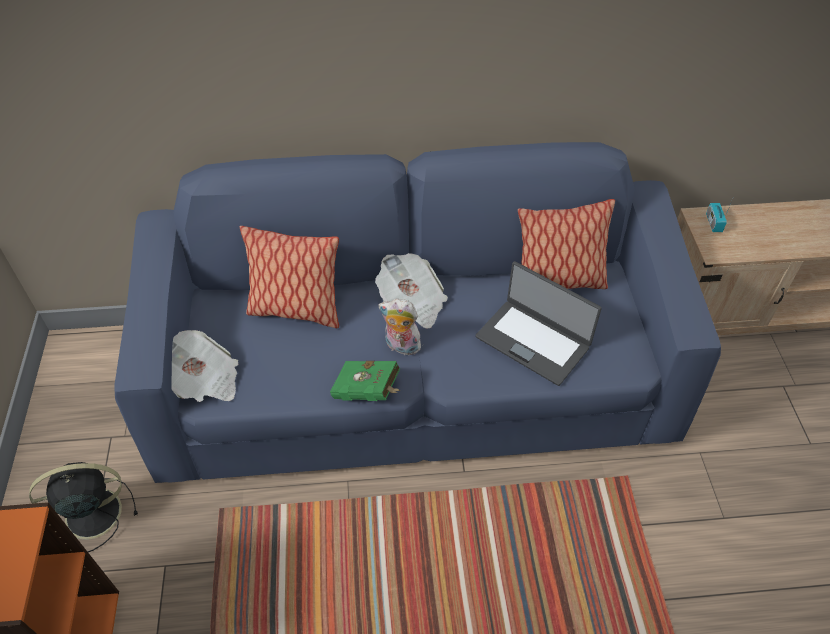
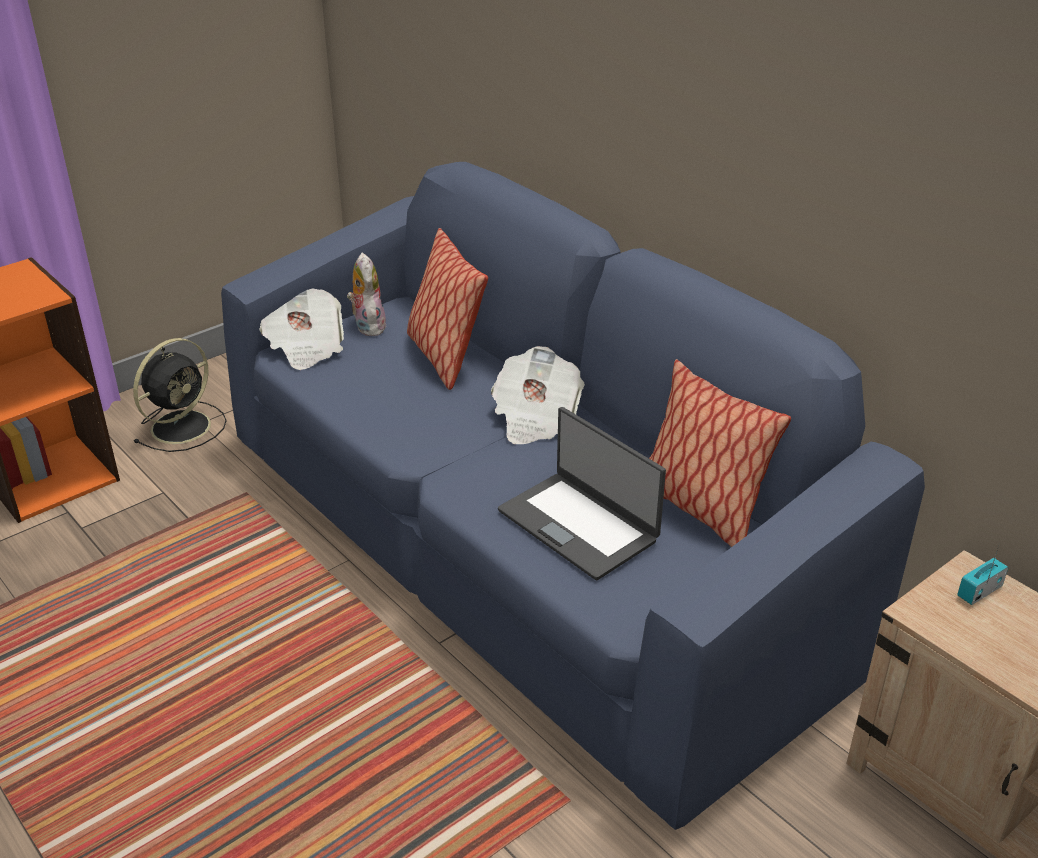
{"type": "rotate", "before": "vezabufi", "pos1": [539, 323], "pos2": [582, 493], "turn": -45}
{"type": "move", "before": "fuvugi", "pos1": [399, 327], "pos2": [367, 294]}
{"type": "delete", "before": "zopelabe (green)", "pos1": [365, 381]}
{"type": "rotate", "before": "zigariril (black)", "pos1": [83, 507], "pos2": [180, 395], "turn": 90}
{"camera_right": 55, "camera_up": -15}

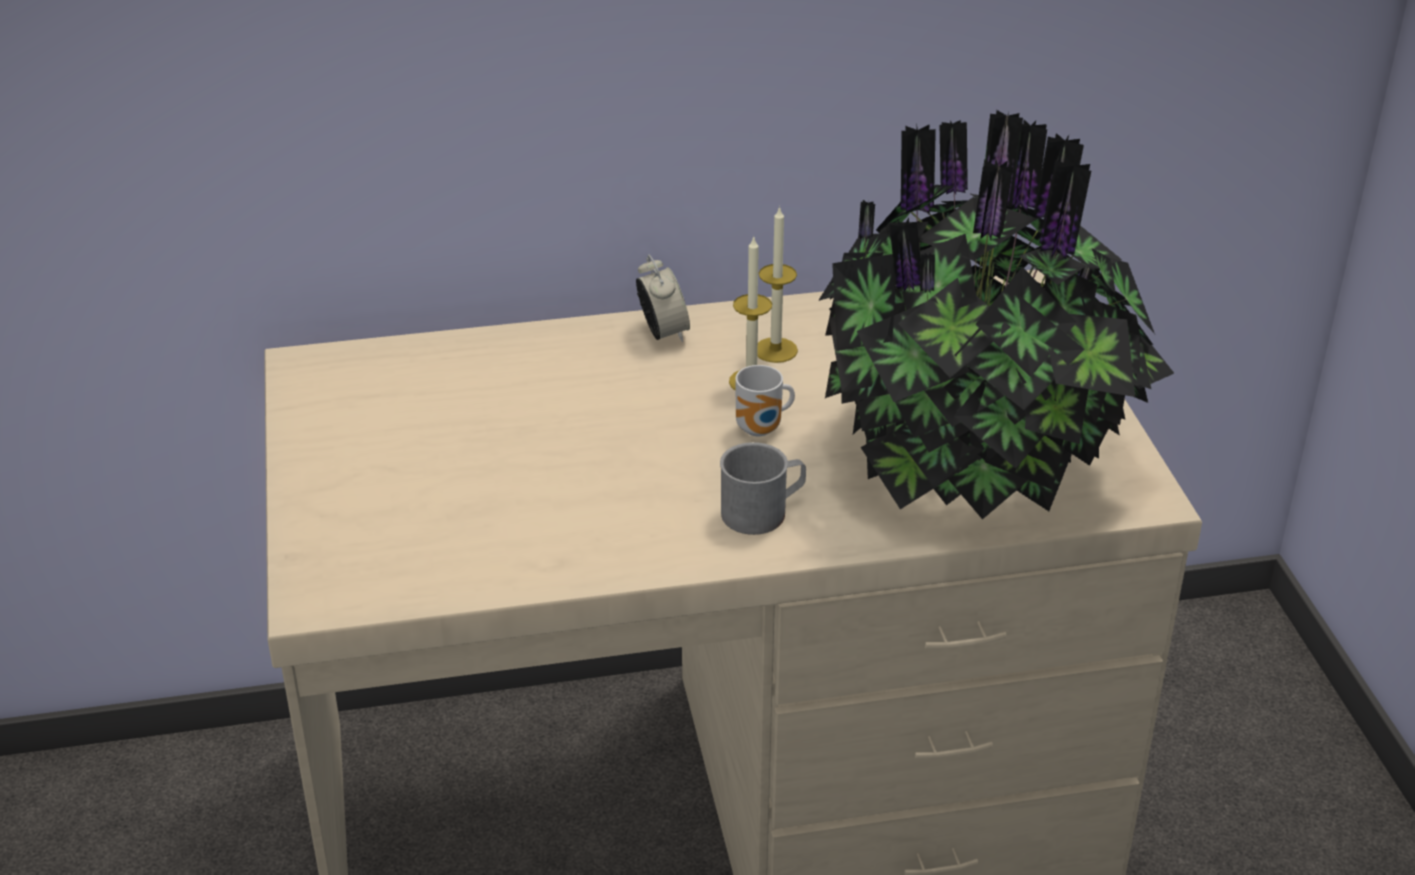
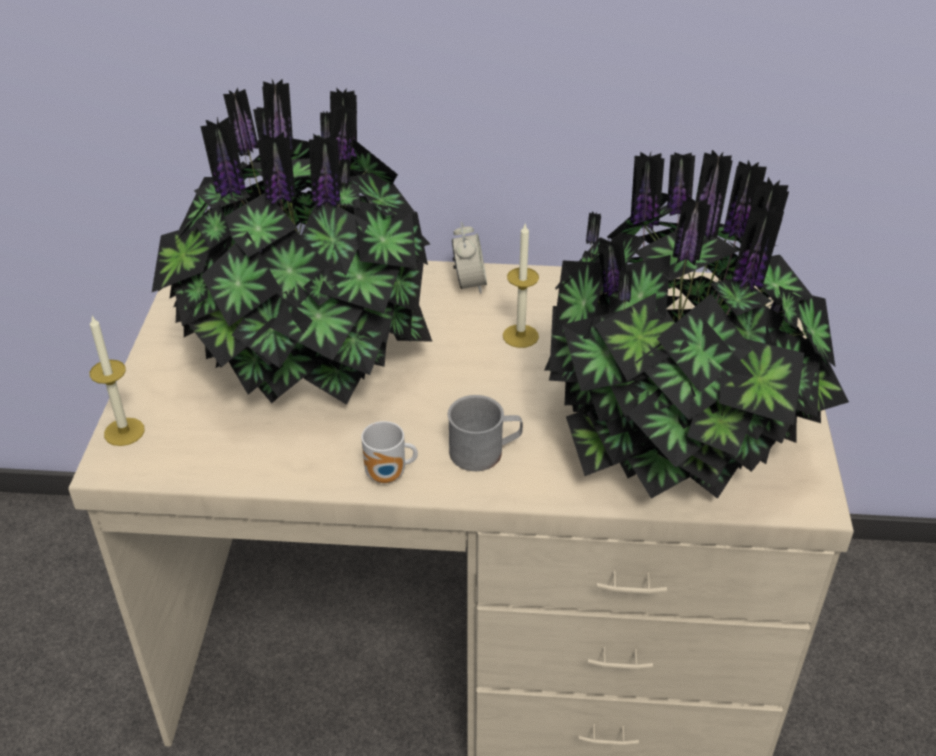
{"type": "move", "before": "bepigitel", "pos1": [777, 284], "pos2": [117, 381]}
{"type": "move", "before": "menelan", "pos1": [765, 400], "pos2": [389, 452]}
{"type": "insert", "after": "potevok", "pos2": [292, 242]}
{"camera_right": 15, "camera_up": 5}

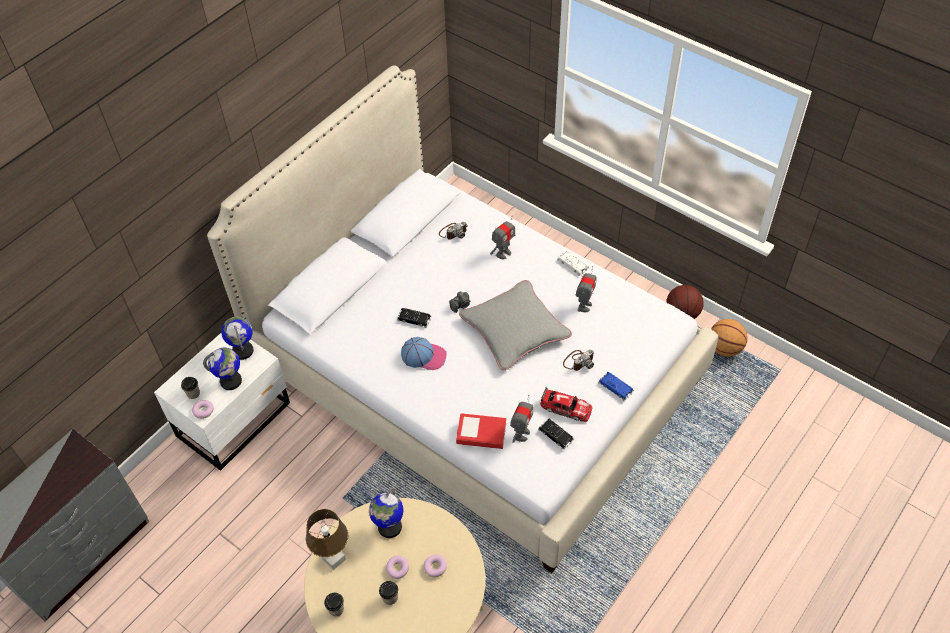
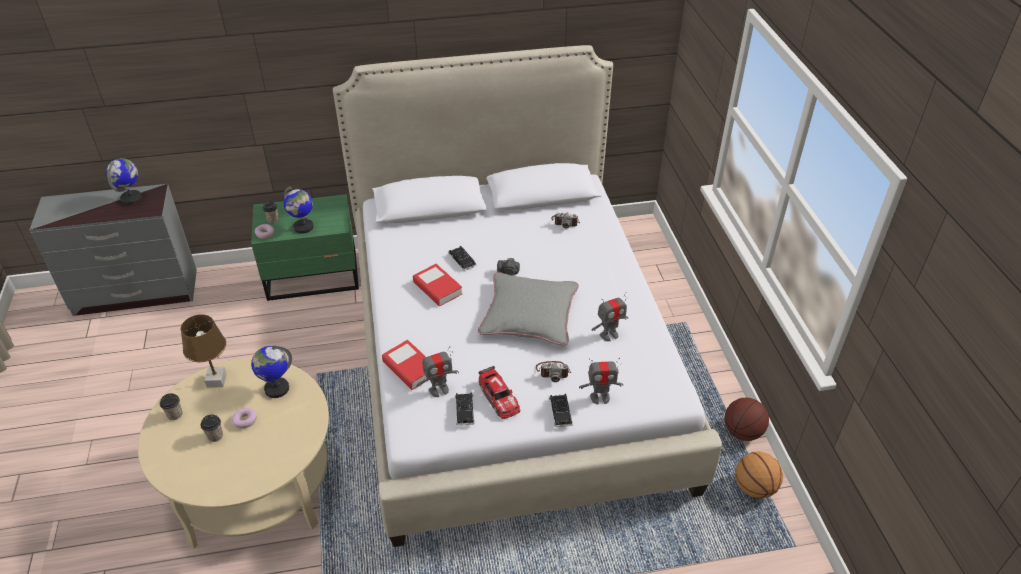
{"type": "move", "before": "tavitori", "pos1": [502, 237], "pos2": [601, 381]}
{"type": "delete", "before": "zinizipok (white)", "pos1": [573, 263]}
{"type": "move", "before": "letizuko", "pos1": [237, 338], "pos2": [124, 181]}
{"type": "recolor", "before": "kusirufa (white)", "after": "kusirufa (green)", "pos1": [222, 402], "pos2": [305, 247]}
{"type": "replace", "before": "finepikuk", "after": "zopelabe", "pos1": [424, 353], "pos2": [437, 285]}
{"type": "recolor", "before": "zinizipok (blue)", "after": "zinizipok (black)", "pos1": [616, 386], "pos2": [561, 410]}
{"type": "delete", "before": "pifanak", "pos1": [435, 566]}
{"camera_right": 40, "camera_up": -10}

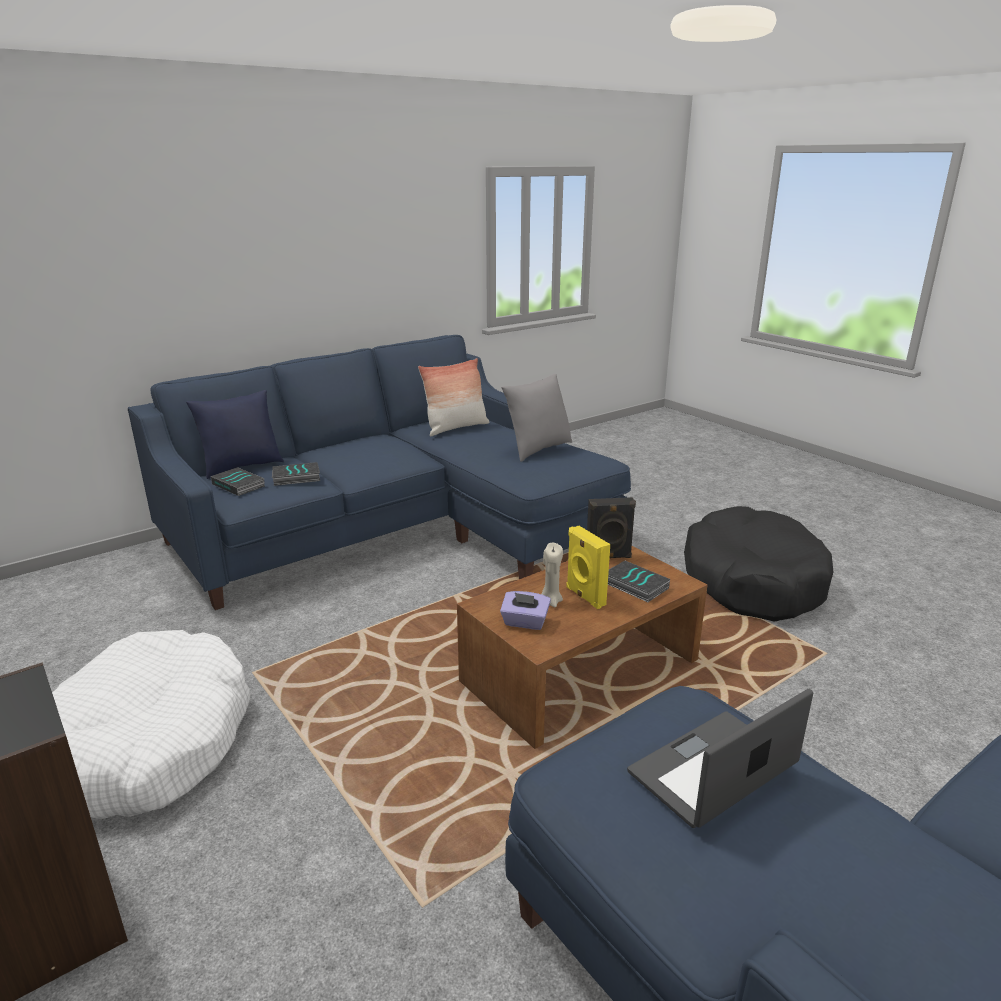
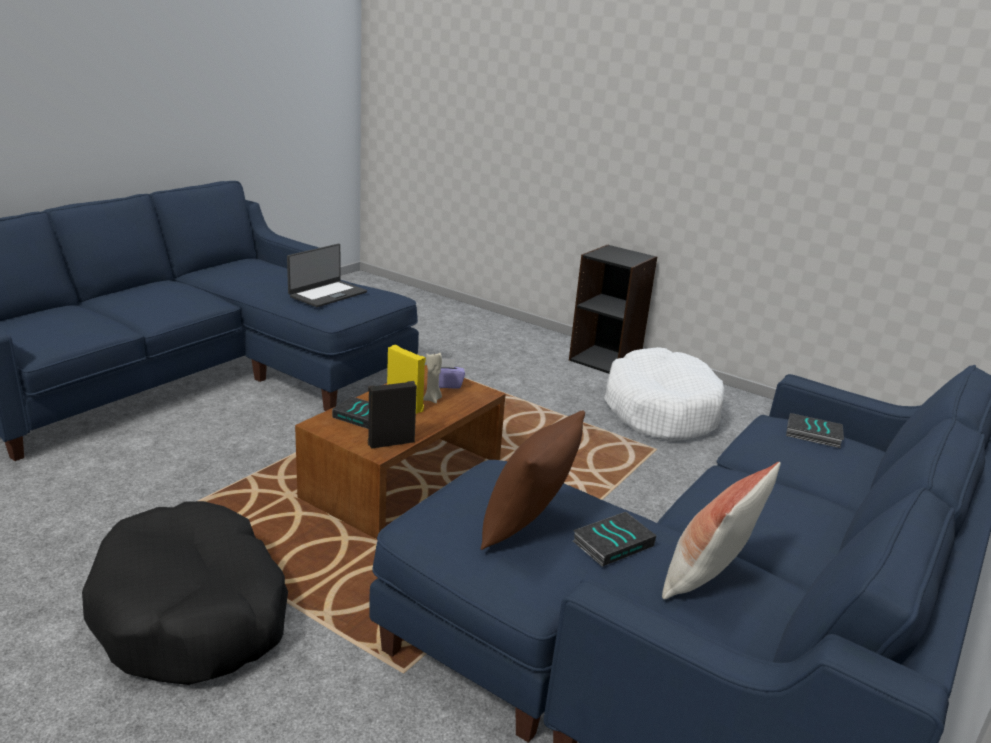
{"type": "recolor", "before": "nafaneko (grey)", "after": "nafaneko (brown)", "pos1": [536, 418], "pos2": [533, 480]}
{"type": "delete", "before": "nafaneko (blue)", "pos1": [235, 434]}
{"type": "move", "before": "zopelabe", "pos1": [296, 474], "pos2": [614, 539]}
{"camera_right": 160, "camera_up": 0}

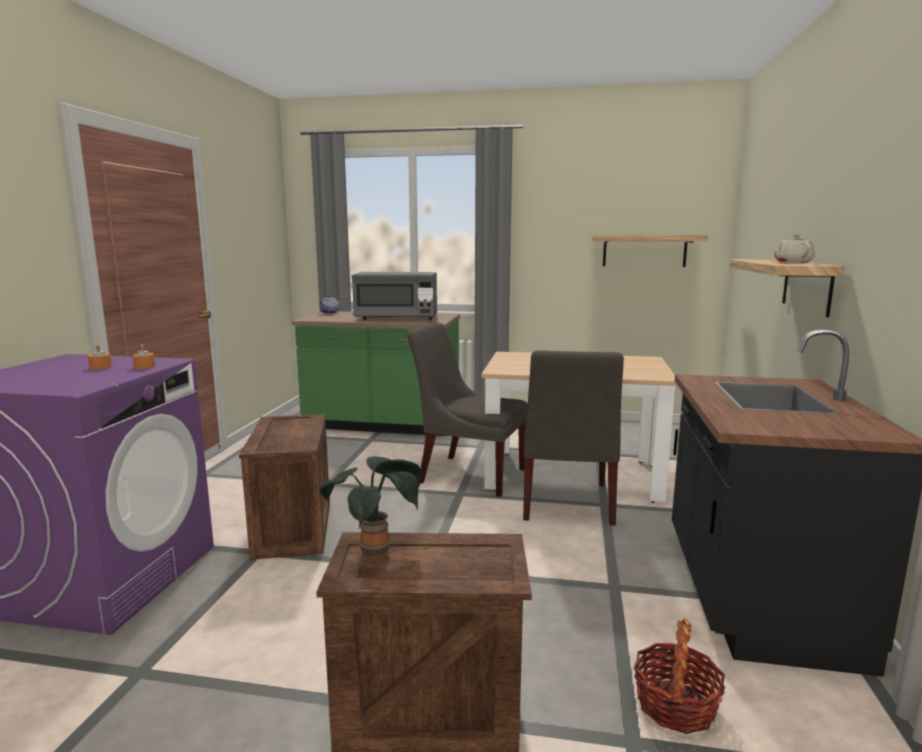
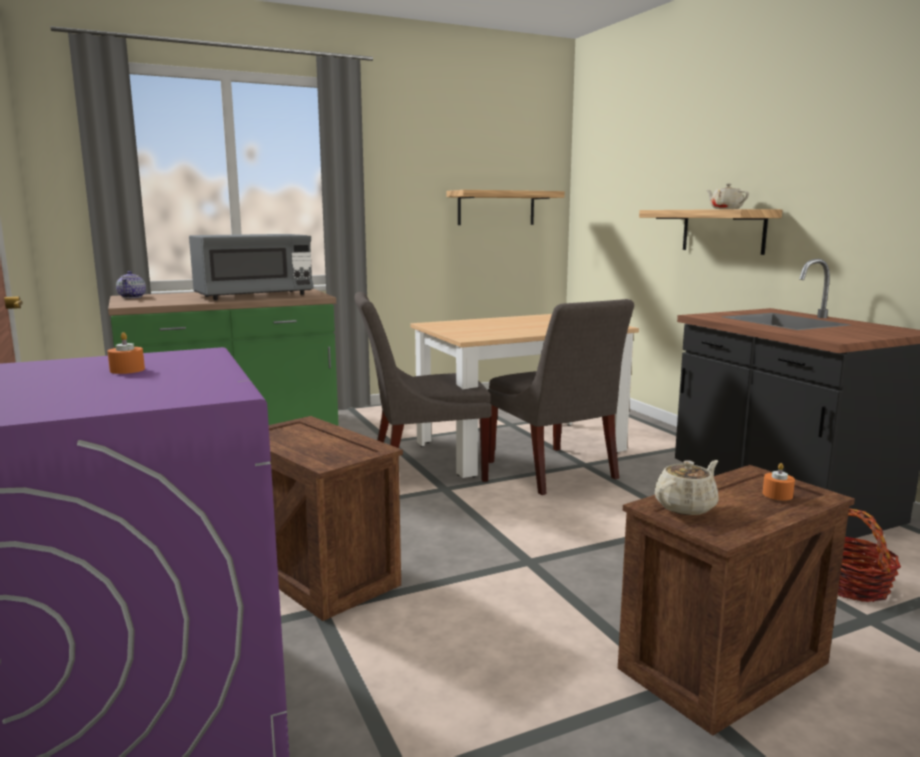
{"type": "move", "before": "bepigitel (orange)", "pos1": [143, 356], "pos2": [779, 481]}
{"type": "replace", "before": "potevok", "after": "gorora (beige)", "pos1": [371, 506], "pos2": [687, 487]}
{"camera_right": -35, "camera_up": 0}

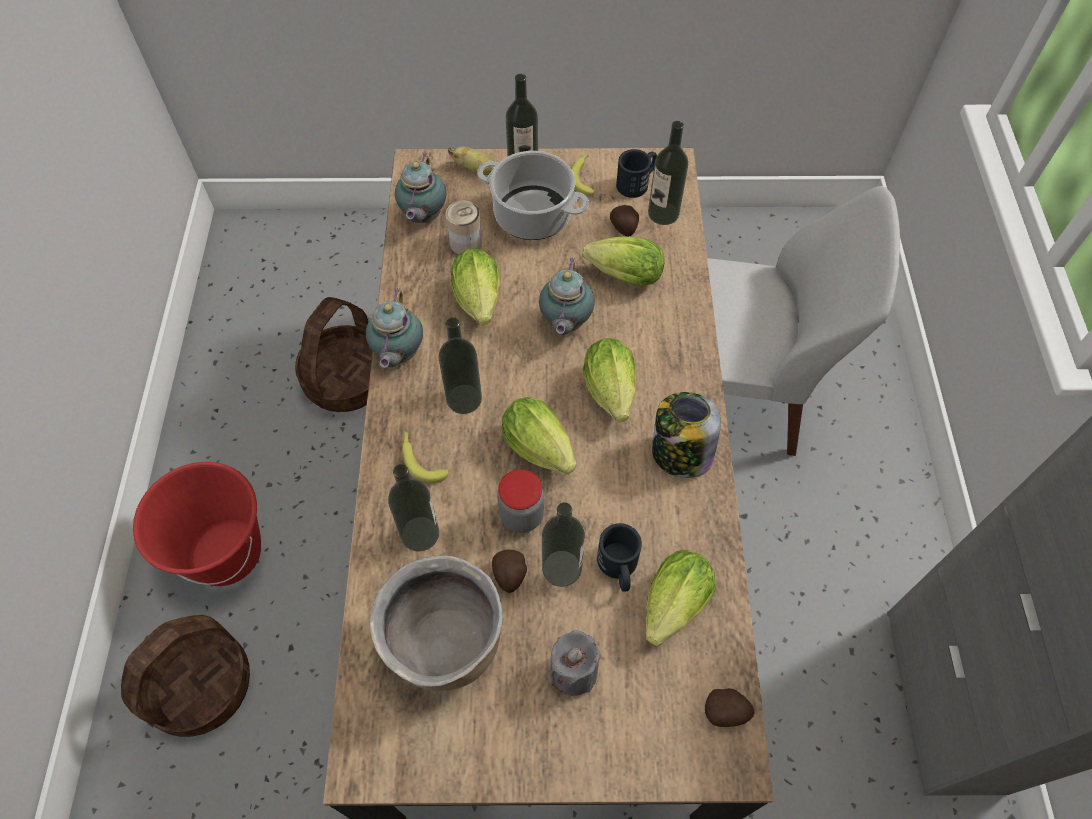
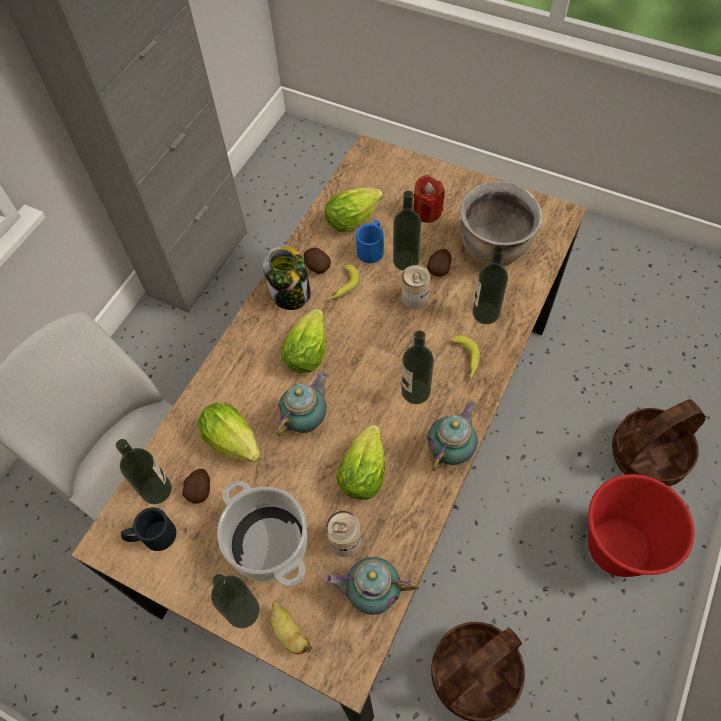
{"type": "move", "before": "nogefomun", "pos1": [583, 174], "pos2": [344, 282]}
{"type": "rotate", "before": "gorora", "pos1": [420, 188], "pos2": [371, 586], "turn": -120}
{"type": "delete", "before": "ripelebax", "pos1": [539, 435]}
{"type": "replace", "before": "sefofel", "after": "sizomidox", "pos1": [520, 501], "pos2": [415, 287]}
{"type": "recolor", "before": "menelan (black)", "after": "menelan (blue)", "pos1": [619, 557], "pos2": [370, 241]}
{"type": "recolor", "before": "bepigitel (grey)", "after": "bepigitel (red)", "pos1": [575, 663], "pos2": [429, 199]}
{"type": "move", "before": "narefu", "pos1": [730, 707], "pos2": [317, 261]}
{"camera_right": -150, "camera_up": 0}

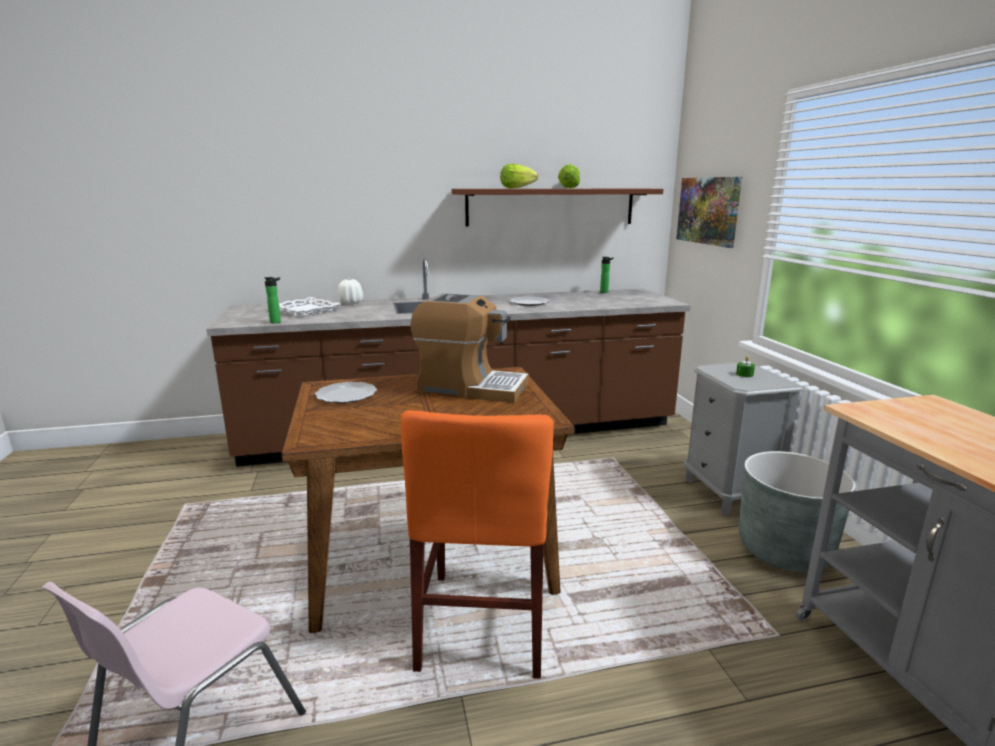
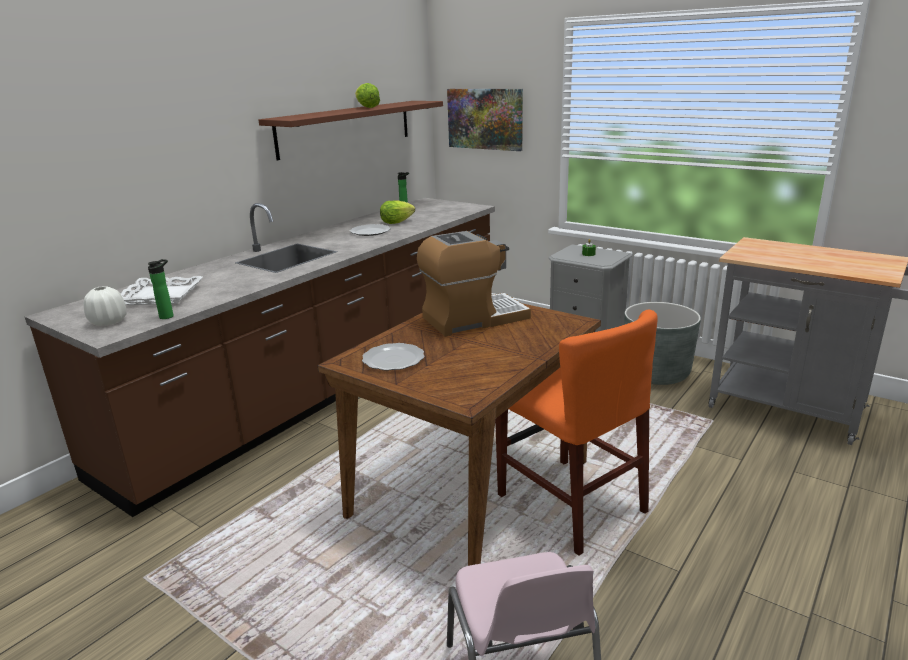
{"type": "move", "before": "ripelebax", "pos1": [519, 176], "pos2": [397, 212]}
{"type": "move", "before": "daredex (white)", "pos1": [350, 291], "pos2": [105, 306]}
{"camera_right": -40, "camera_up": 5}

